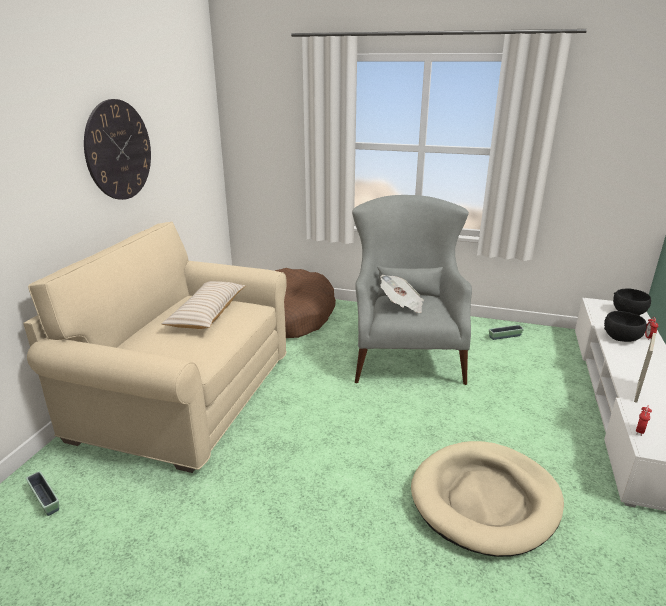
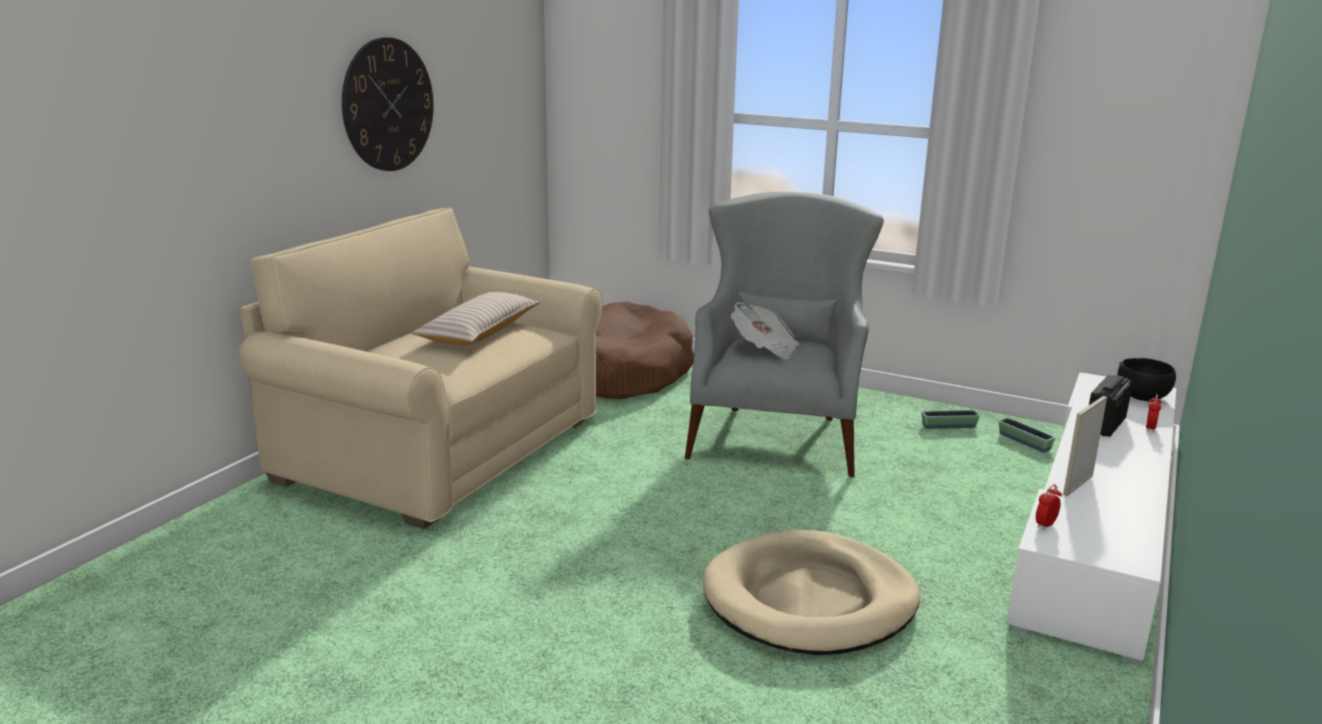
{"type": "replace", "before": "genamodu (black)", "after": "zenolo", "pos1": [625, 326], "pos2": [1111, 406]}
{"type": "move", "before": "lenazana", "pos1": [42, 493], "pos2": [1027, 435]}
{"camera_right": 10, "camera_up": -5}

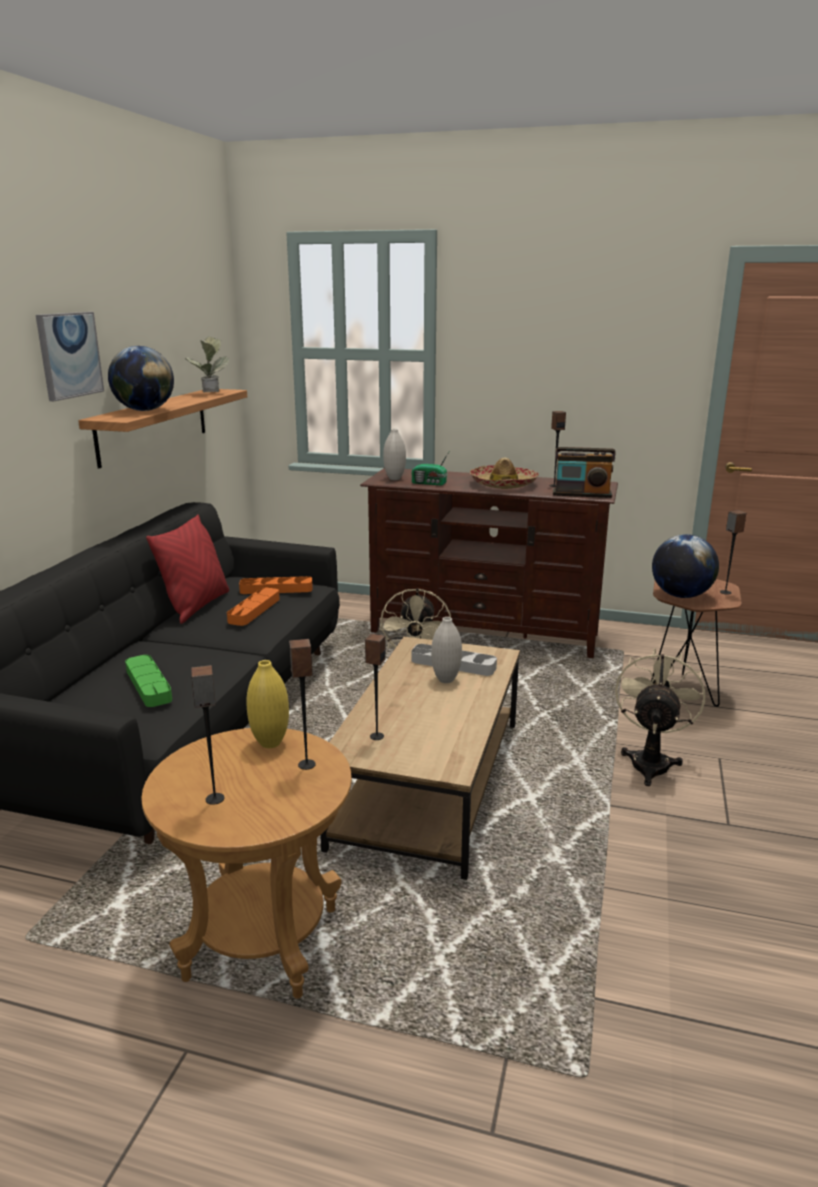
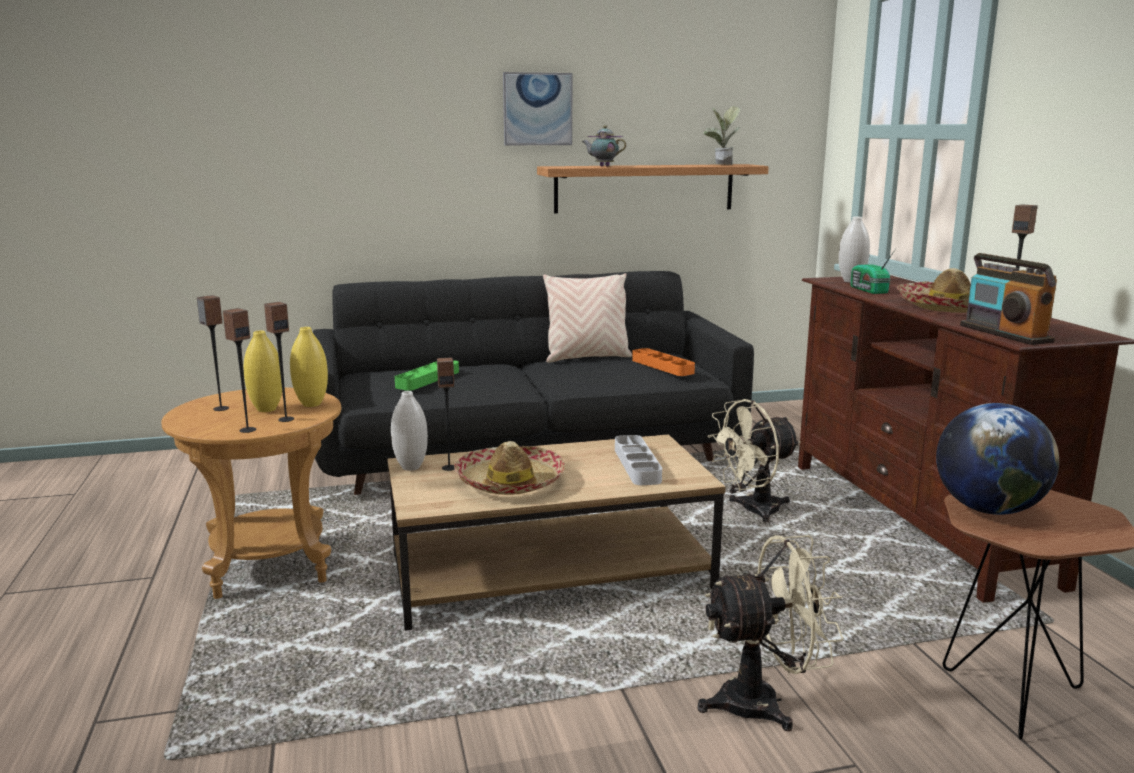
{"type": "replace", "before": "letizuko", "after": "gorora", "pos1": [141, 378], "pos2": [604, 146]}
{"type": "move", "before": "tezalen", "pos1": [733, 552], "pos2": [239, 370]}
{"type": "recolor", "before": "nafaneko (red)", "after": "nafaneko (beige)", "pos1": [187, 569], "pos2": [587, 318]}
{"type": "delete", "before": "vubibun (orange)", "pos1": [253, 607]}
{"type": "move", "before": "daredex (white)", "pos1": [446, 650], "pos2": [409, 431]}
{"type": "insert", "after": "daredex (yellow)", "pos2": [263, 371]}
{"type": "insert", "after": "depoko", "pos2": [509, 468]}
{"camera_right": 60, "camera_up": -5}

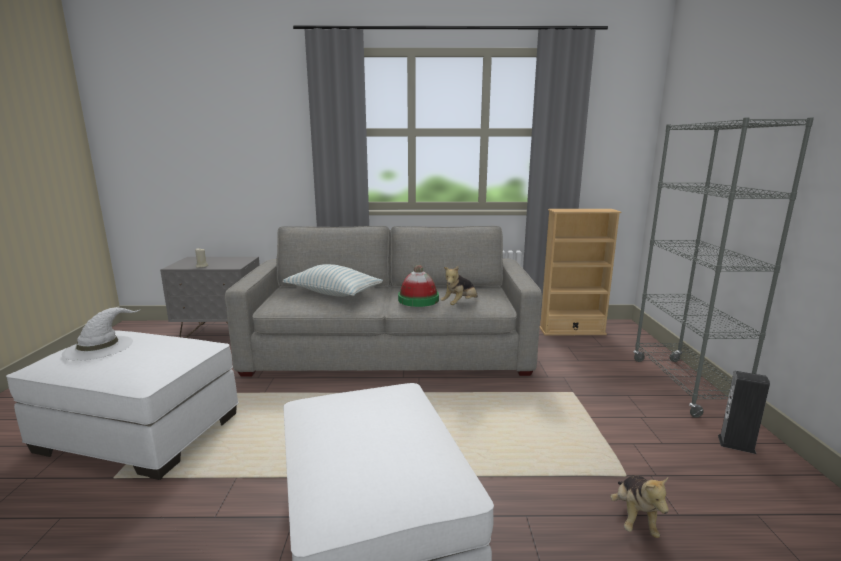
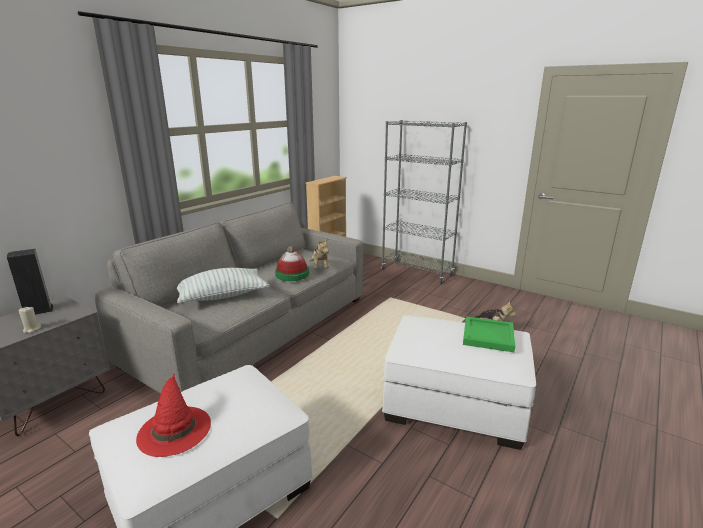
{"type": "recolor", "before": "depoko (white)", "after": "depoko (red)", "pos1": [100, 334], "pos2": [173, 415]}
{"type": "move", "before": "tezalen", "pos1": [744, 412], "pos2": [30, 282]}
{"type": "insert", "after": "vubibun (green)", "pos2": [489, 334]}
{"camera_right": -55, "camera_up": 5}

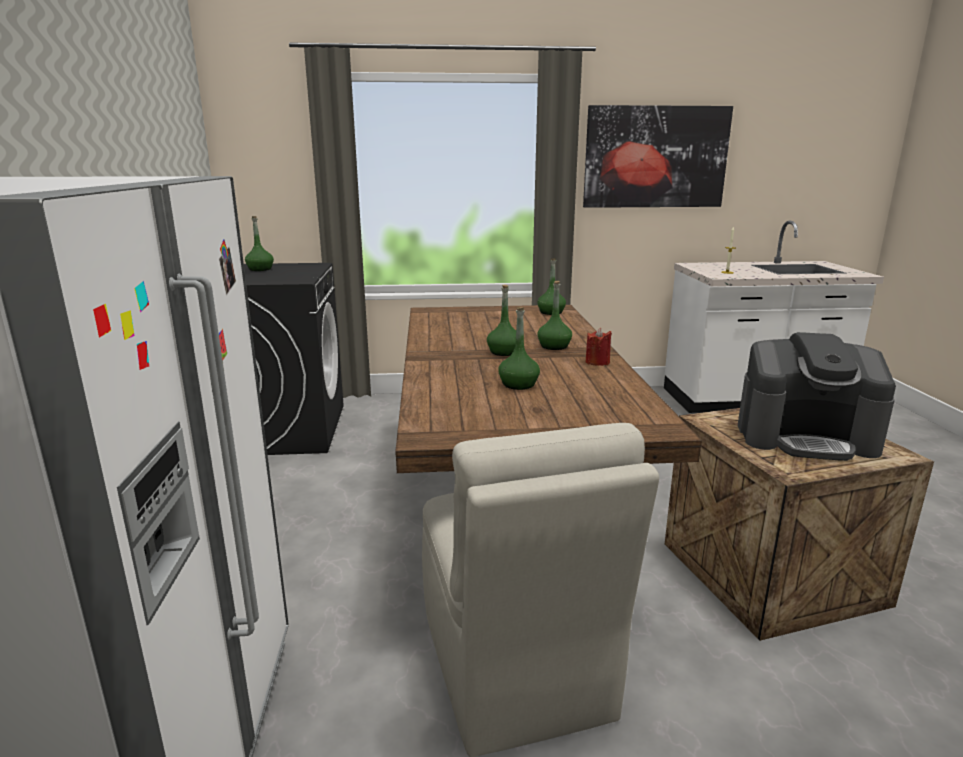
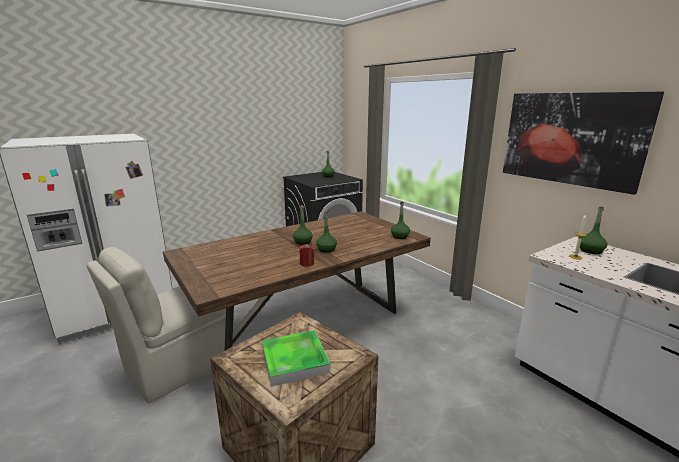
{"type": "move", "before": "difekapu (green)", "pos1": [519, 348], "pos2": [594, 230]}
{"type": "replace", "before": "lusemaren", "after": "vubibun", "pos1": [817, 396], "pos2": [296, 358]}
{"camera_right": 60, "camera_up": 0}

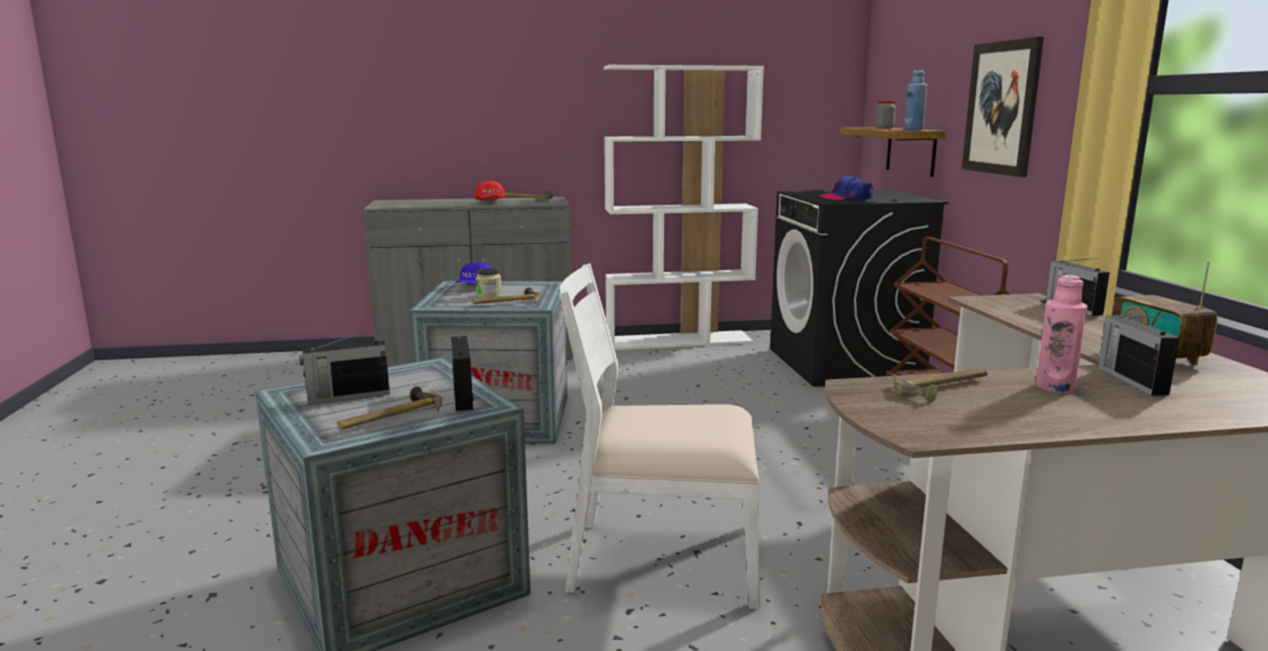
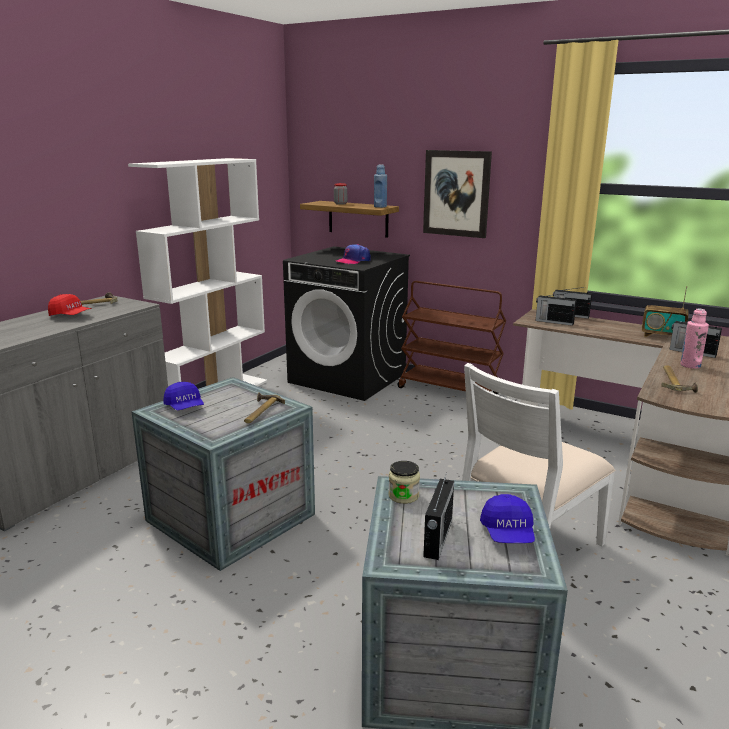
{"type": "move", "before": "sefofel", "pos1": [489, 283], "pos2": [404, 482]}
{"type": "move", "before": "zenolo", "pos1": [462, 373], "pos2": [556, 309]}
{"type": "replace", "before": "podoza", "after": "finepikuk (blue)", "pos1": [389, 408], "pos2": [507, 518]}
{"camera_right": -50, "camera_up": 5}

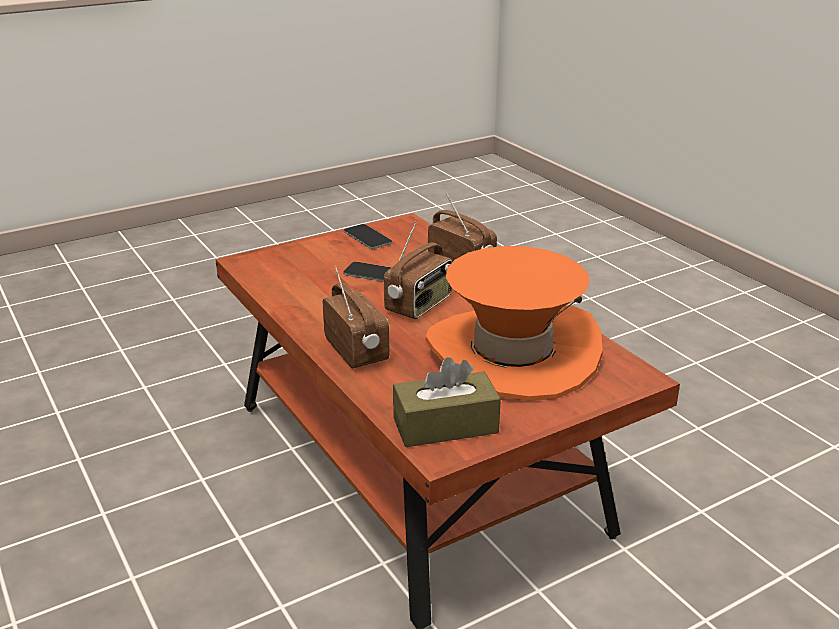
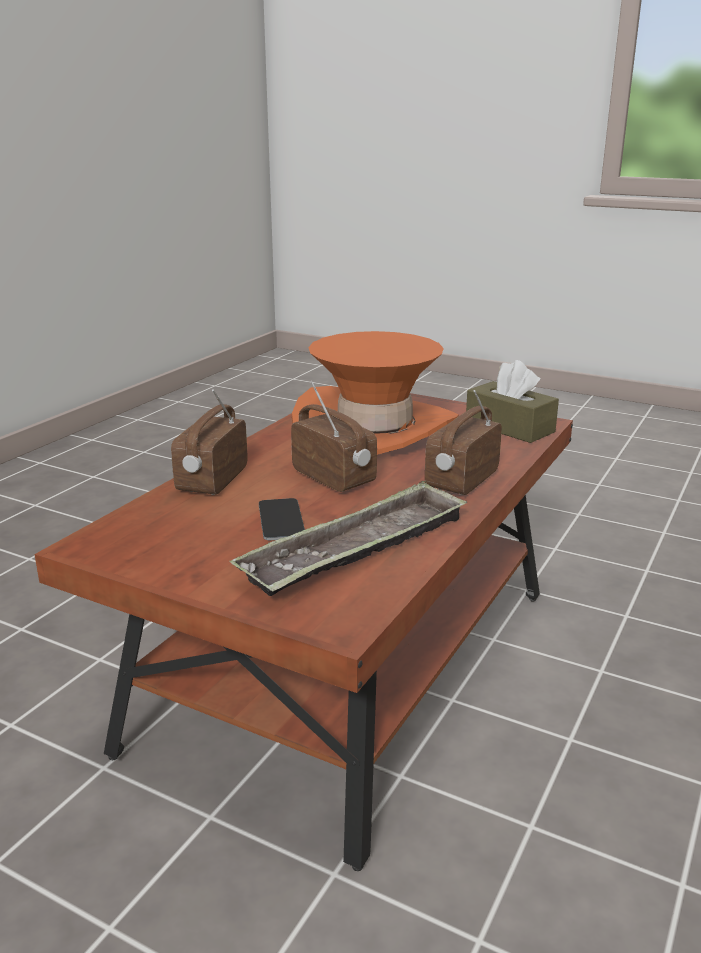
{"type": "rotate", "before": "zenolo", "pos1": [418, 270], "pos2": [334, 436], "turn": 45}
{"type": "delete", "before": "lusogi", "pos1": [368, 236]}
{"type": "insert", "after": "vubibun", "pos2": [348, 538]}
{"camera_right": -120, "camera_up": -5}

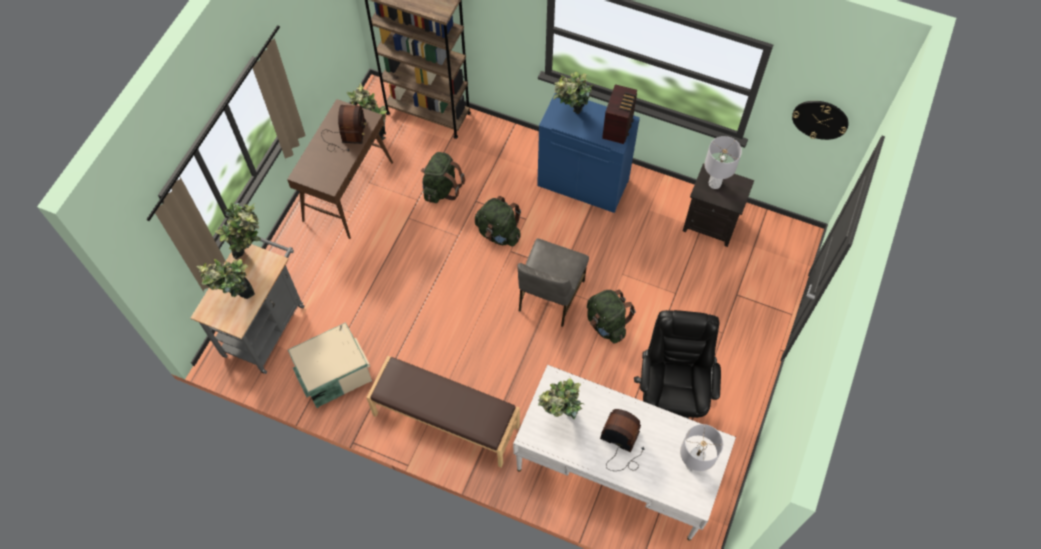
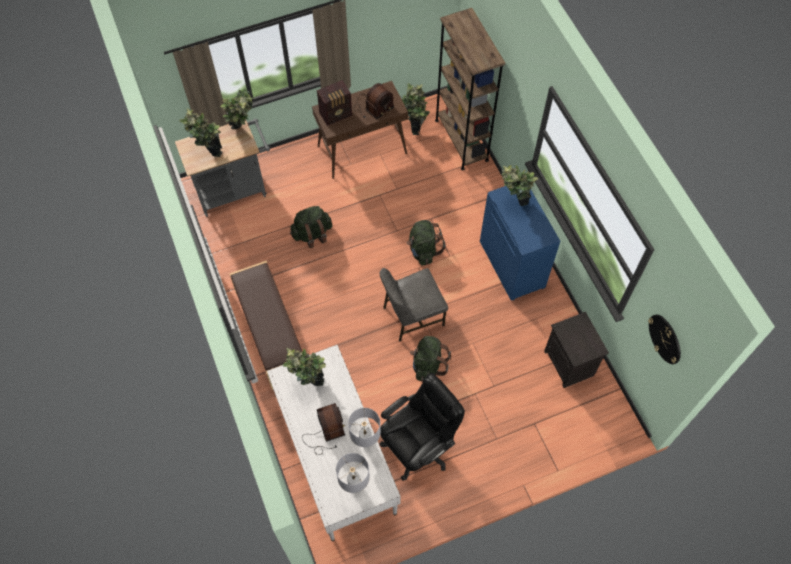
{"type": "move", "before": "zenolo", "pos1": [619, 114], "pos2": [334, 103]}
{"type": "move", "before": "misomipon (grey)", "pos1": [723, 162], "pos2": [364, 428]}
{"type": "move", "before": "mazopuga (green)", "pos1": [443, 177], "pos2": [311, 227]}
{"type": "delete", "before": "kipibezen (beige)", "pos1": [330, 365]}
{"camera_right": 45, "camera_up": 0}

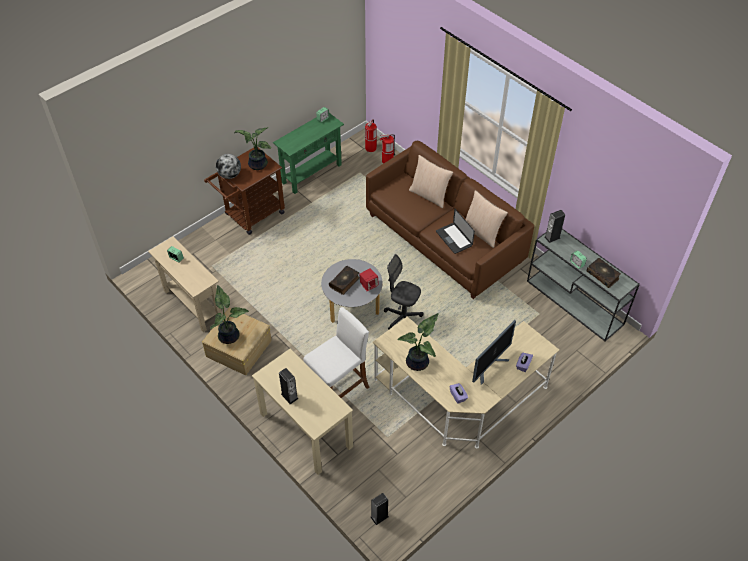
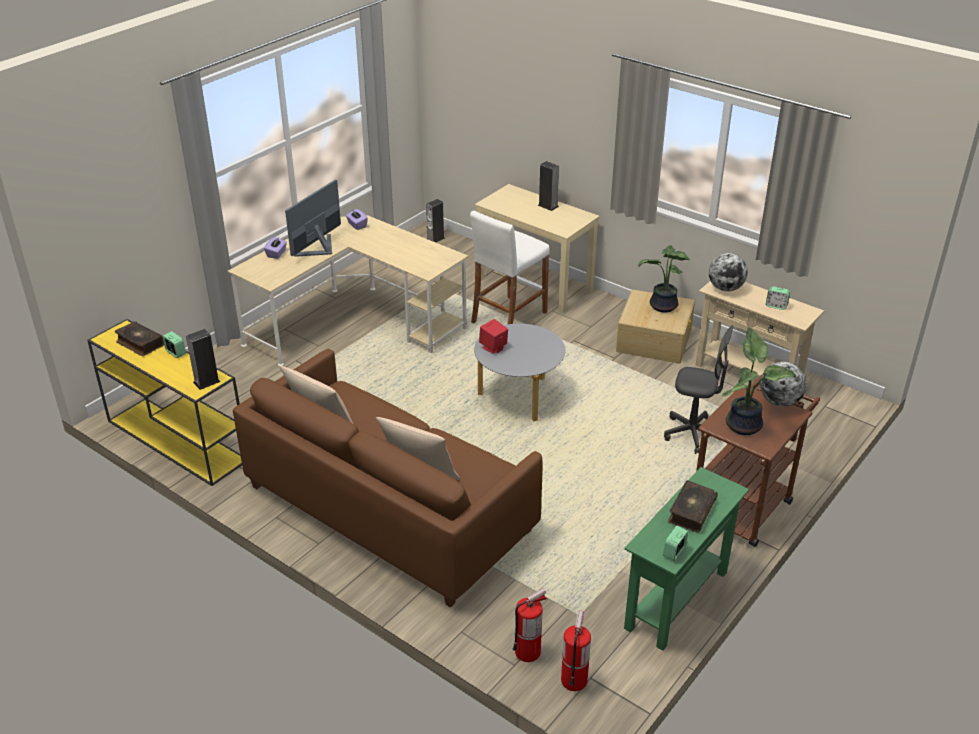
{"type": "delete", "before": "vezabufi", "pos1": [455, 231]}
{"type": "recolor", "before": "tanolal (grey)", "after": "tanolal (yellow)", "pos1": [583, 285], "pos2": [164, 402]}
{"type": "move", "before": "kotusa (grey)", "pos1": [403, 292], "pos2": [699, 389]}
{"type": "move", "before": "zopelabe", "pos1": [344, 280], "pos2": [693, 506]}
{"type": "delete", "before": "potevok", "pos1": [418, 342]}
{"type": "insert", "after": "letizuko", "pos2": [728, 272]}
{"camera_right": 170, "camera_up": -15}

